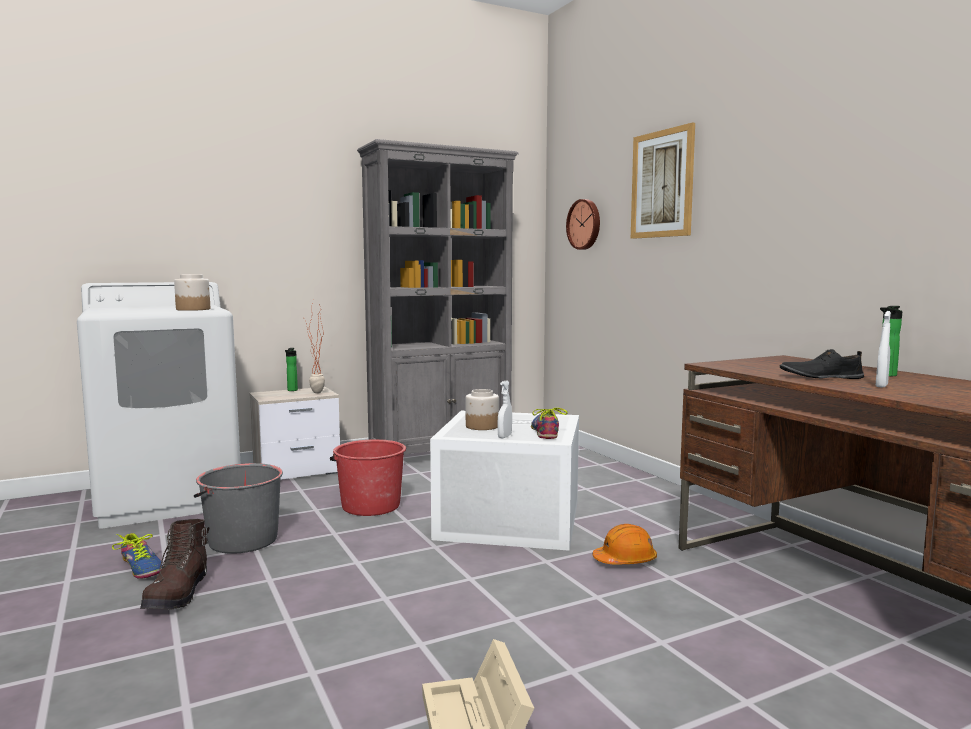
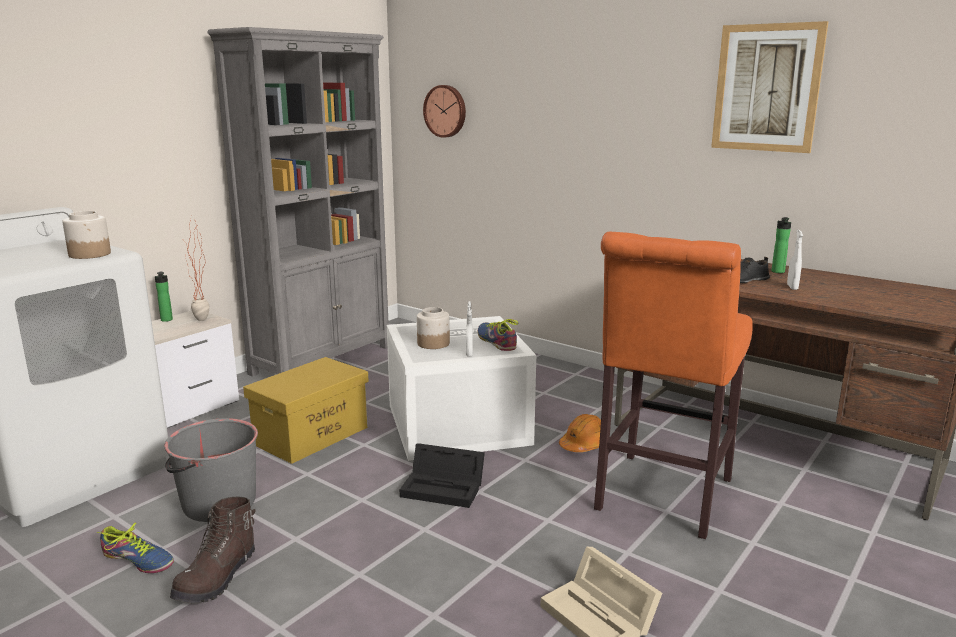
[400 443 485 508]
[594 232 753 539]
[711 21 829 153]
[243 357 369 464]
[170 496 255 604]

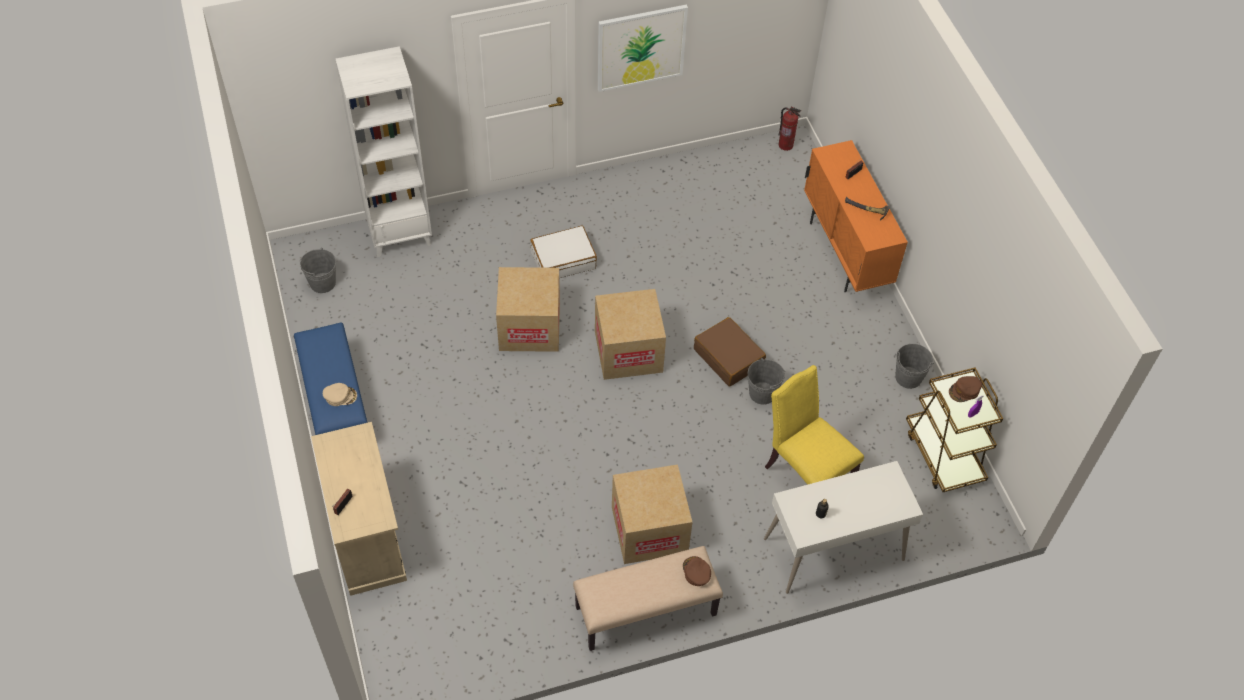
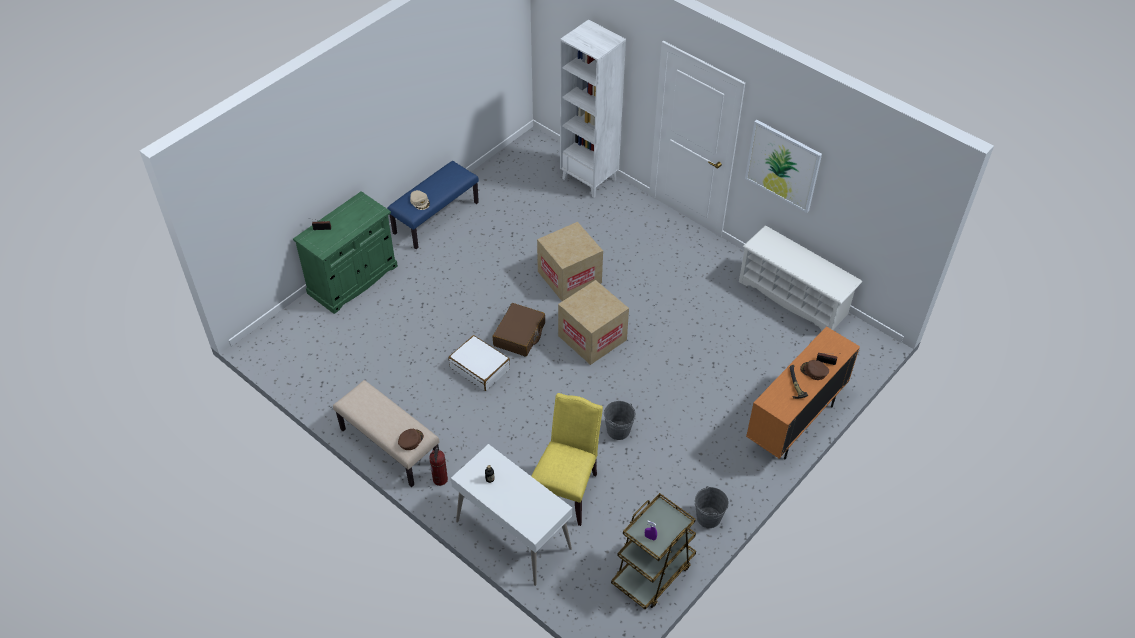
[300 248 336 293] (first image)
[612 464 693 564] (first image)
[739 226 862 331]
[449 335 510 391]
[493 303 545 357]
[429 445 448 486]
[800 360 829 380]
[293 191 398 314]

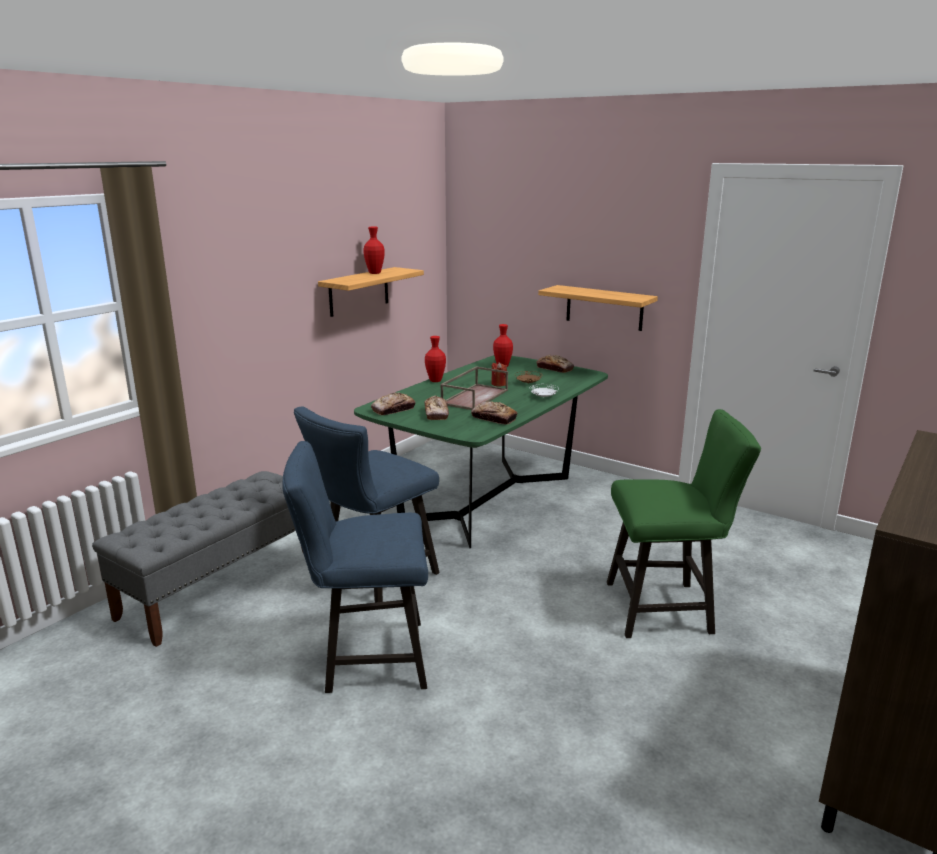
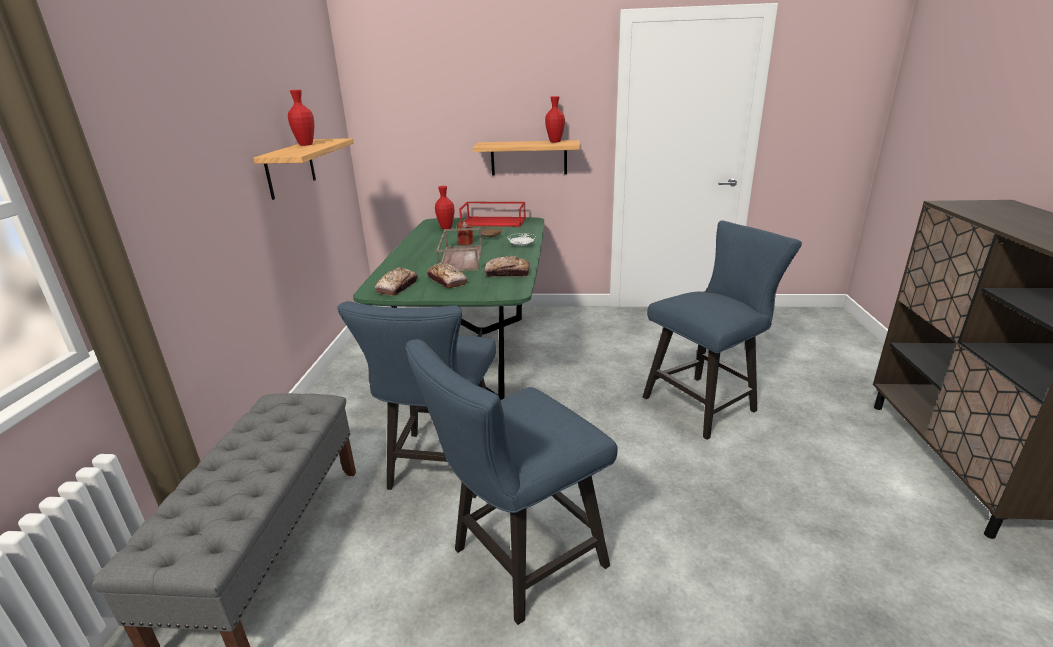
[545 96 565 143]
[459 202 526 227]
[643 221 802 440]

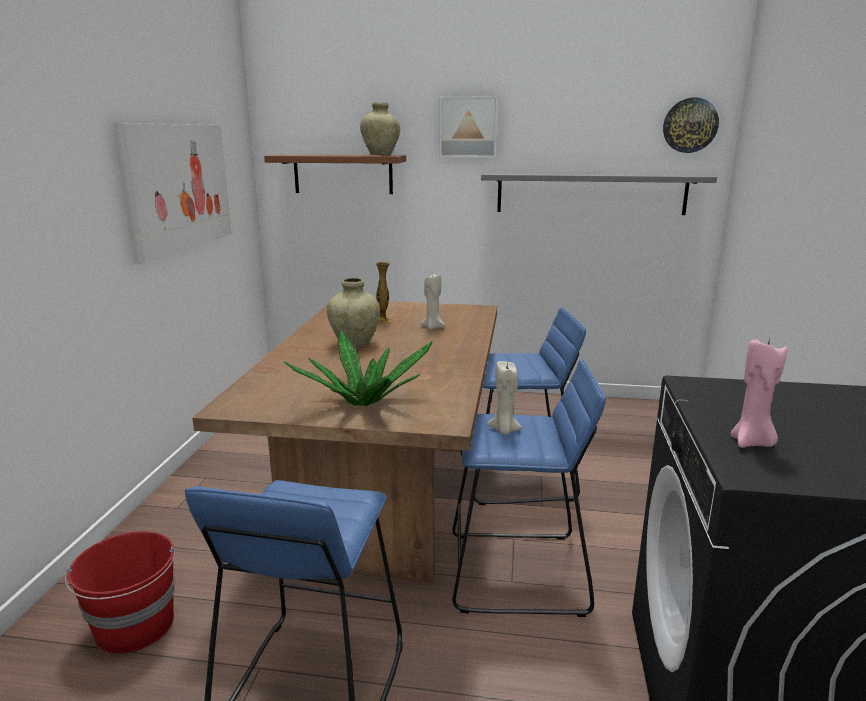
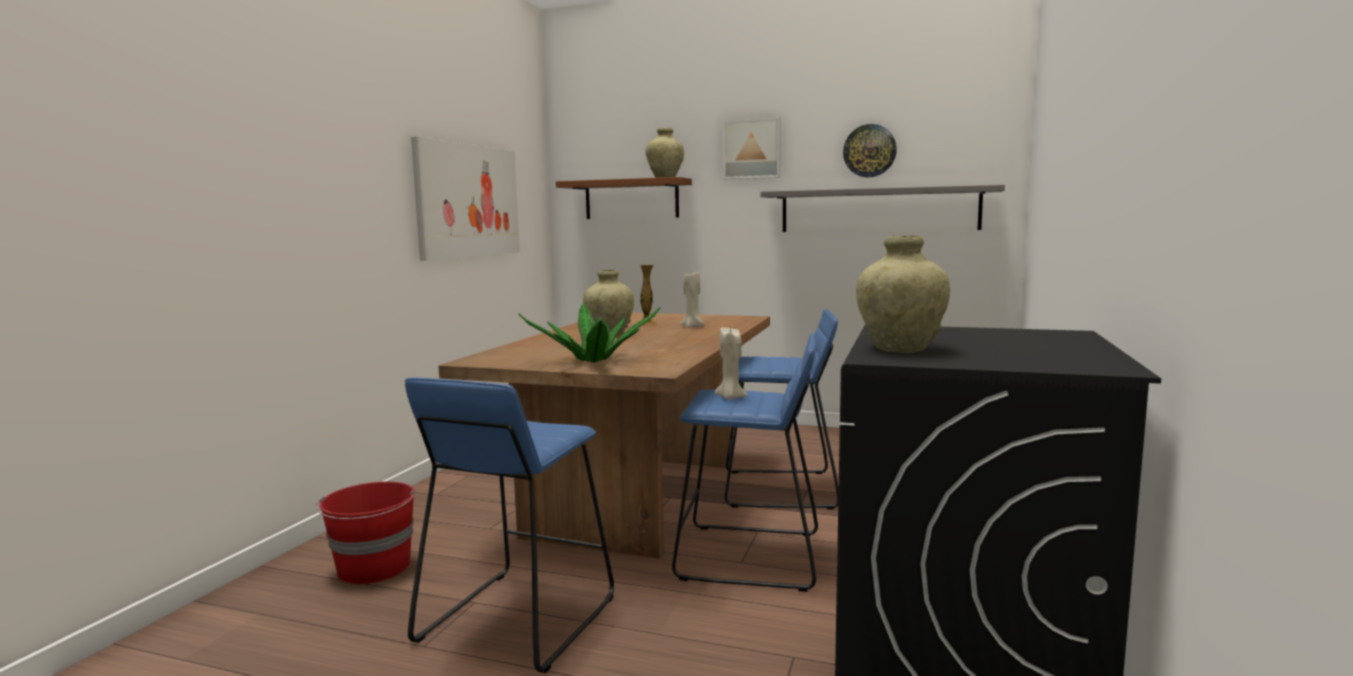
[843 124 897 177]
[856 235 950 353]

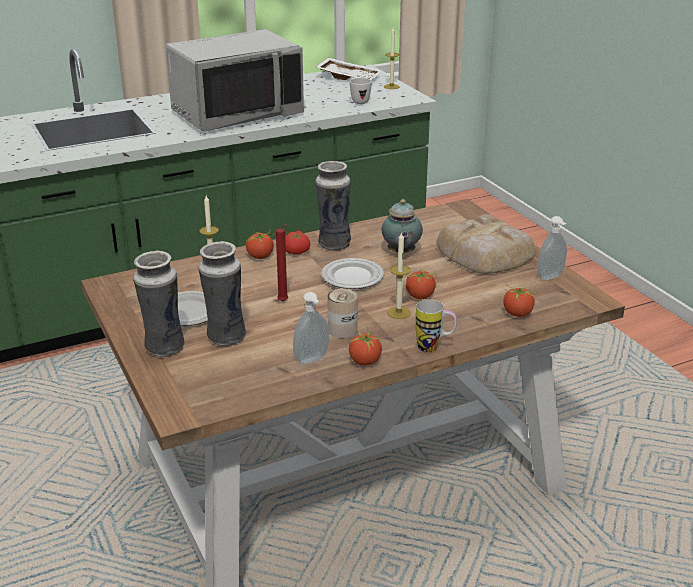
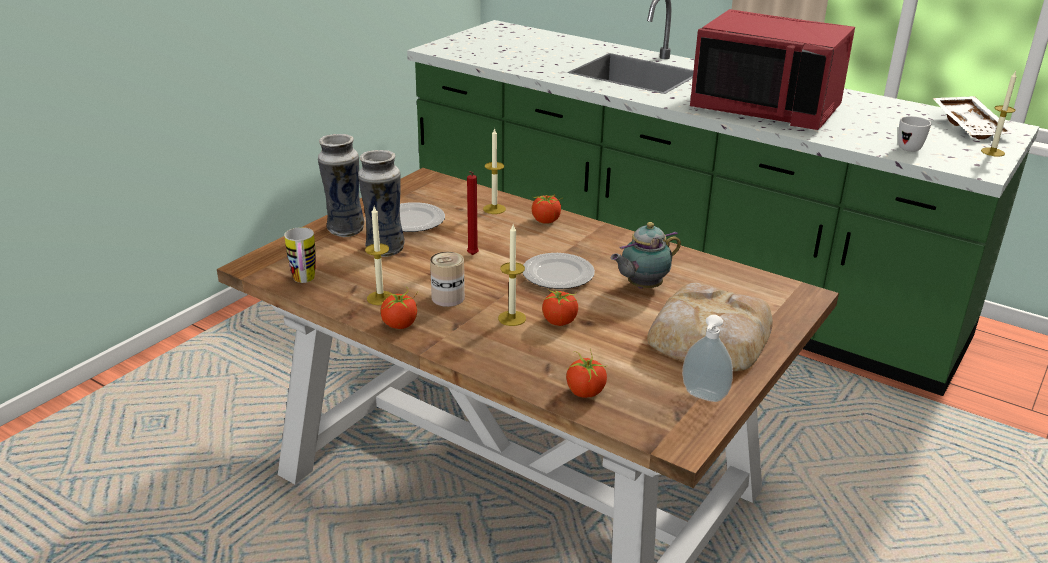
[285 230 310 255] (first image)
[315 161 351 251] (first image)
[284 227 316 283]
[365 206 392 305]
[690 9 855 130]

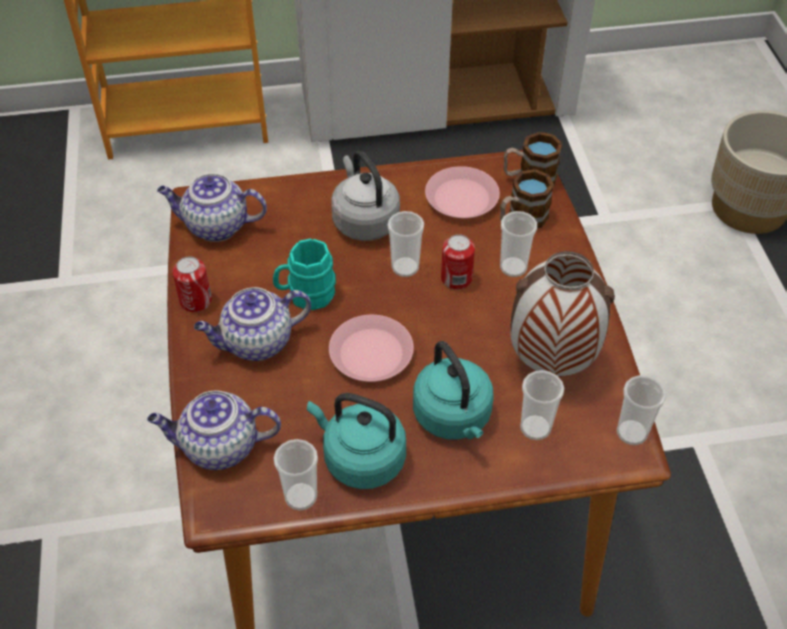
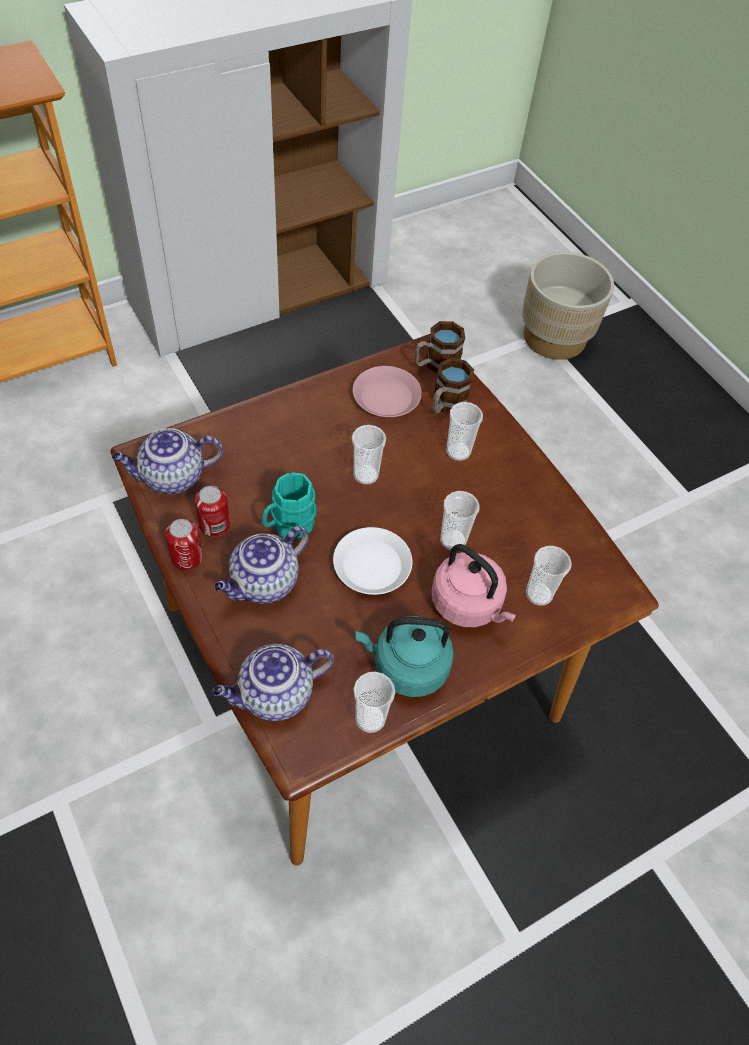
[331 151 400 241] (first image)
[510 251 615 377] (first image)
[195 486 230 537]
[440 491 480 550]
[333 527 412 595]
[431 544 516 627]

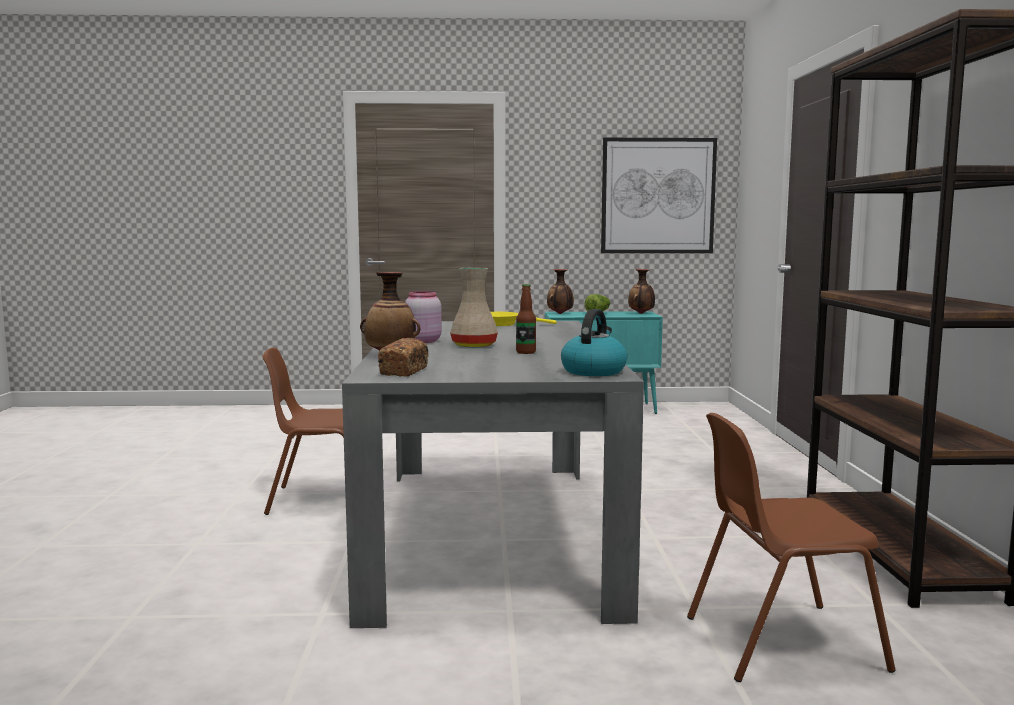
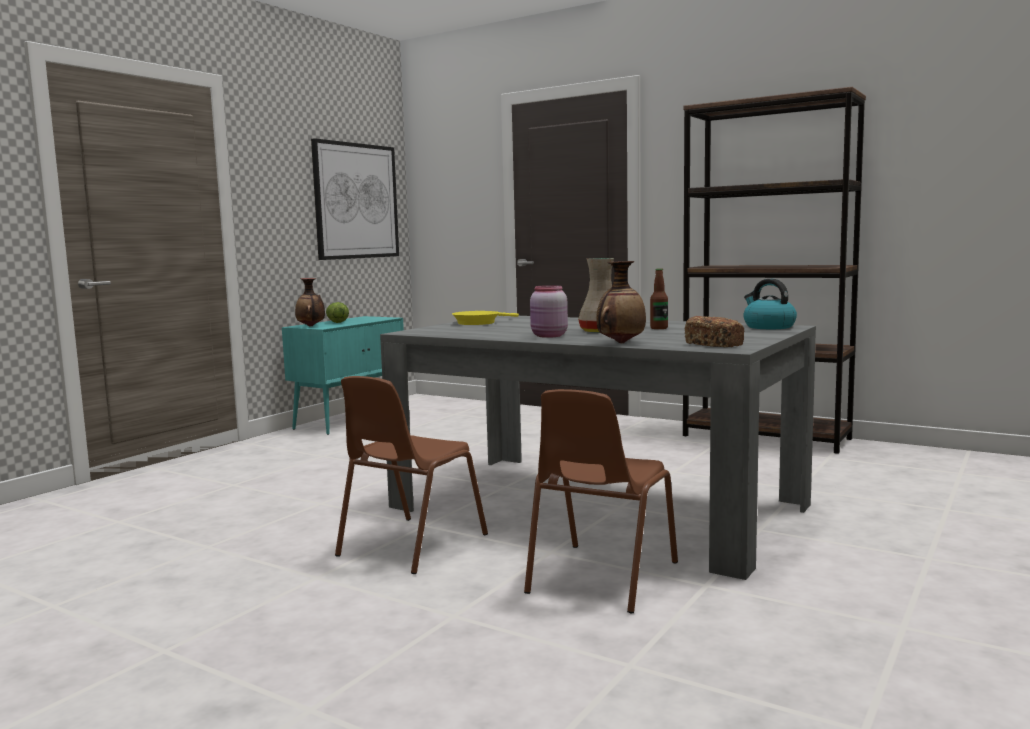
[628 269 655 314] (first image)
[524 389 678 613]

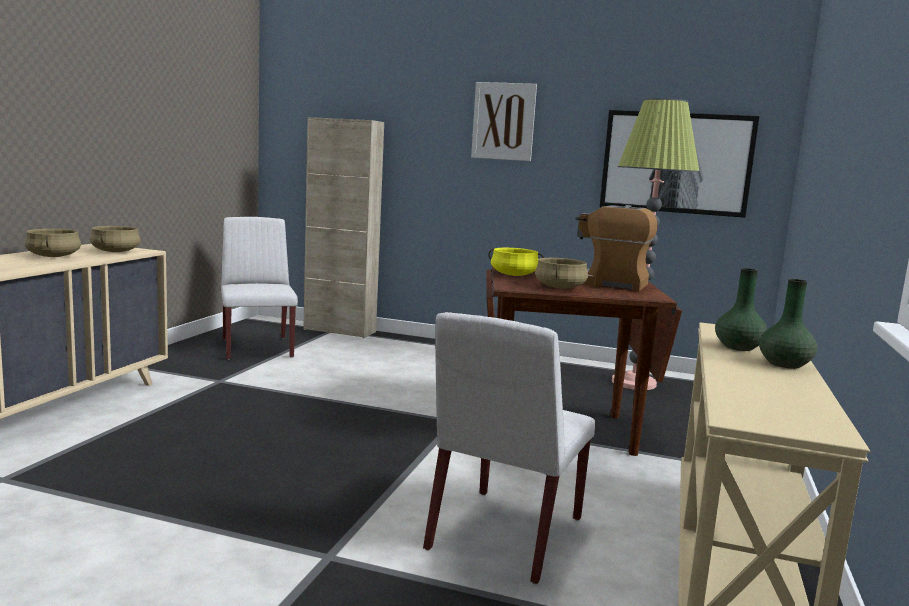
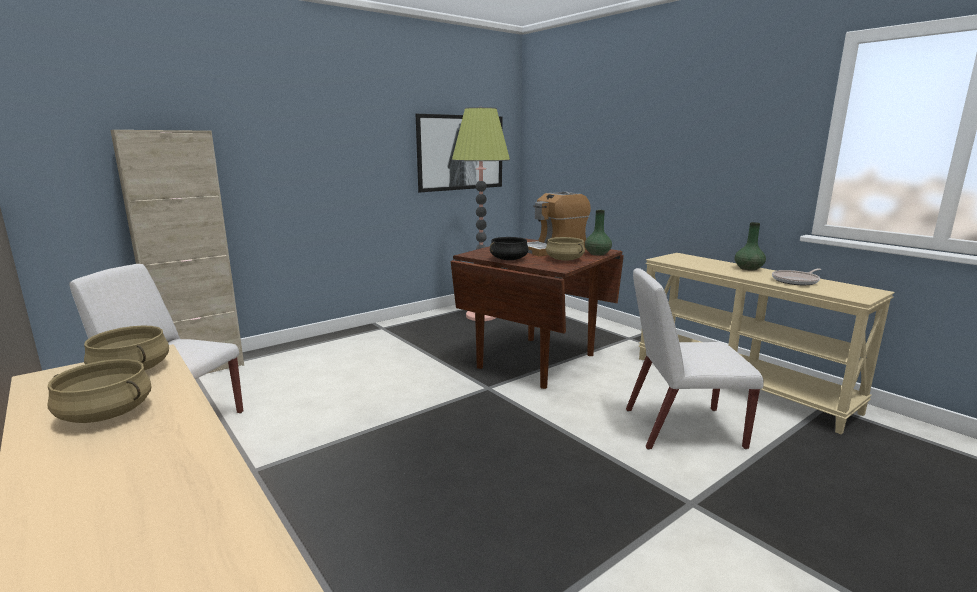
[471 82 537 161] (first image)
[772 268 821 285]
[585 210 612 255]
[490 237 528 260]
[626 268 764 450]

